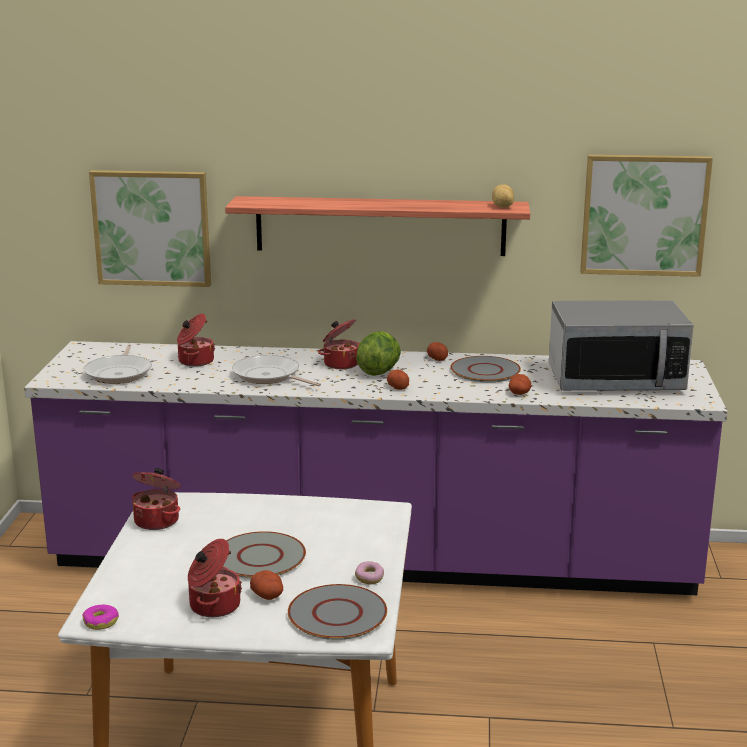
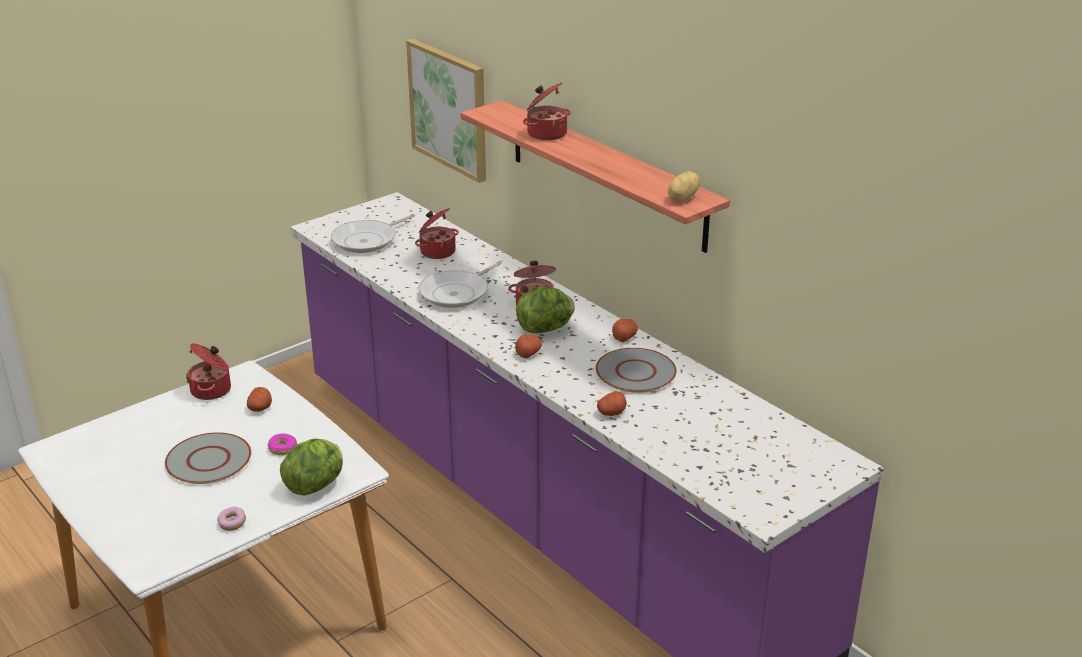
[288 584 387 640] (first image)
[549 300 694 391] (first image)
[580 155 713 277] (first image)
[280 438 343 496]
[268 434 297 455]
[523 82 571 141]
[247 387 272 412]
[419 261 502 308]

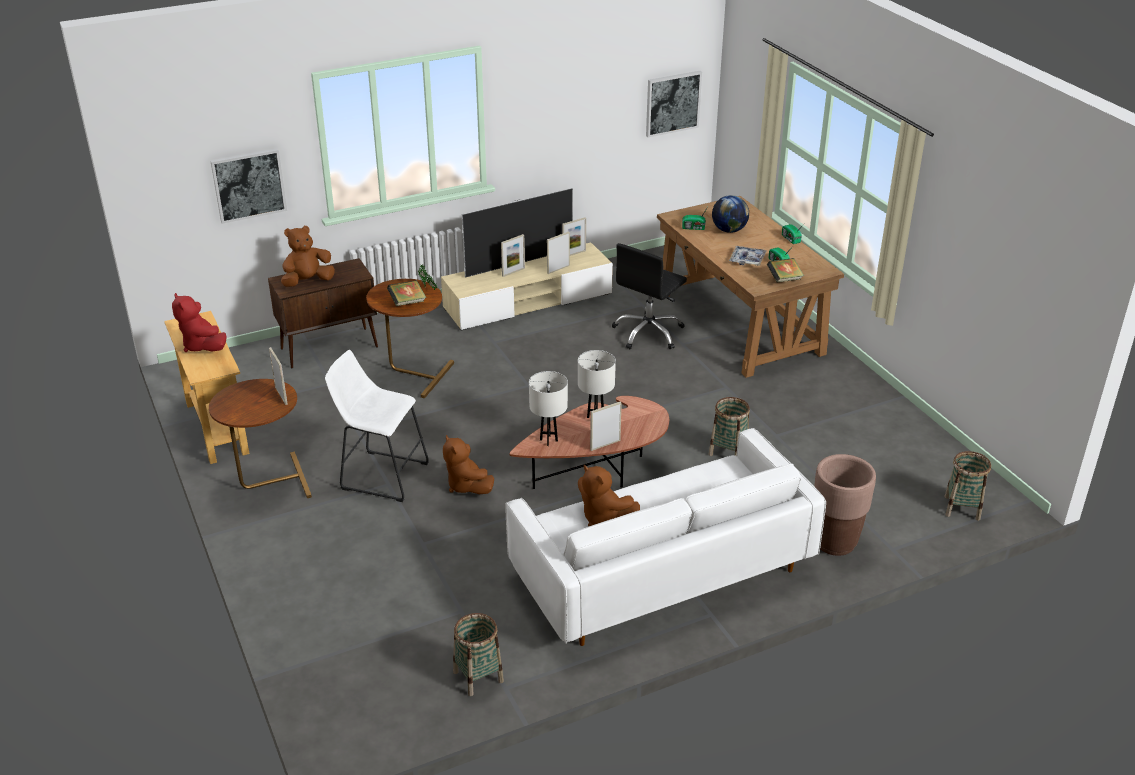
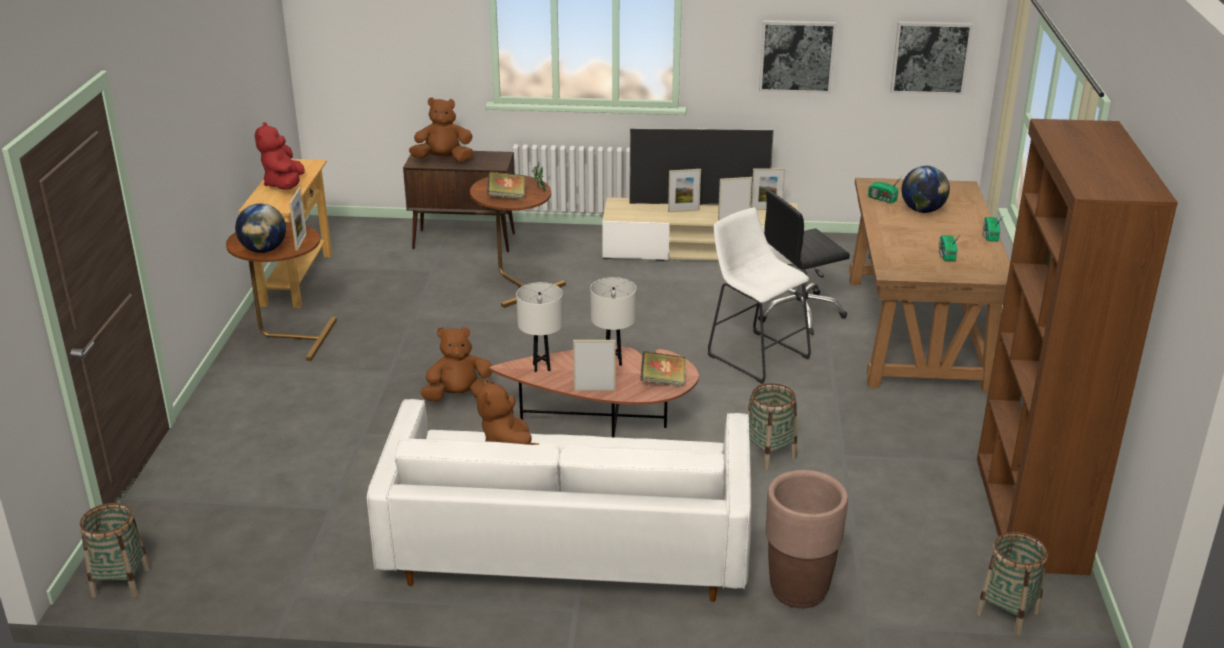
[729 246 766 266] (first image)
[235 203 286 253]
[977 119 1178 576]
[759 20 837 93]
[708 207 811 384]
[79 503 151 598]
[640 351 686 387]
[421 327 494 402]

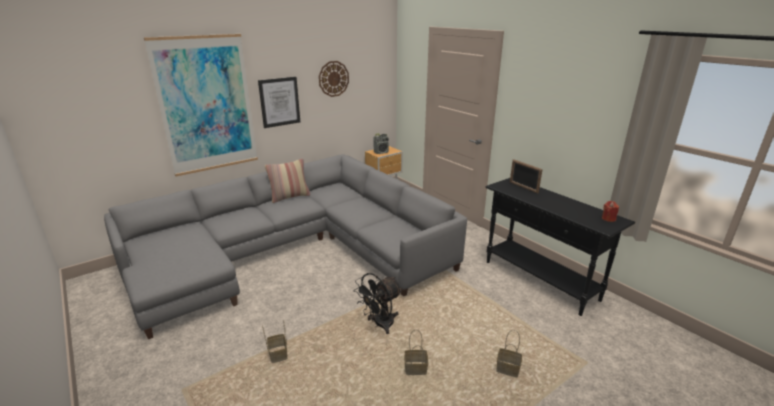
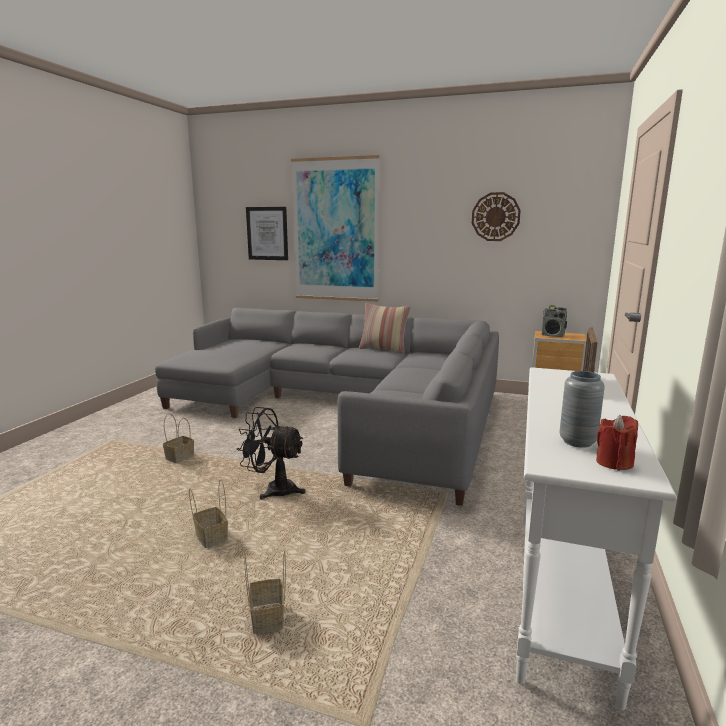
[559 371 605 448]
[246 207 288 260]
[516 367 677 711]

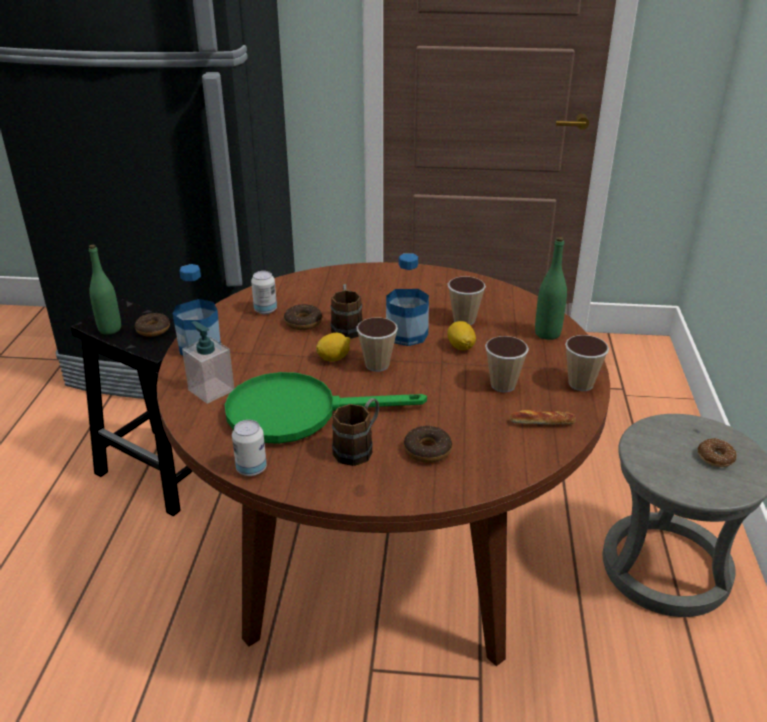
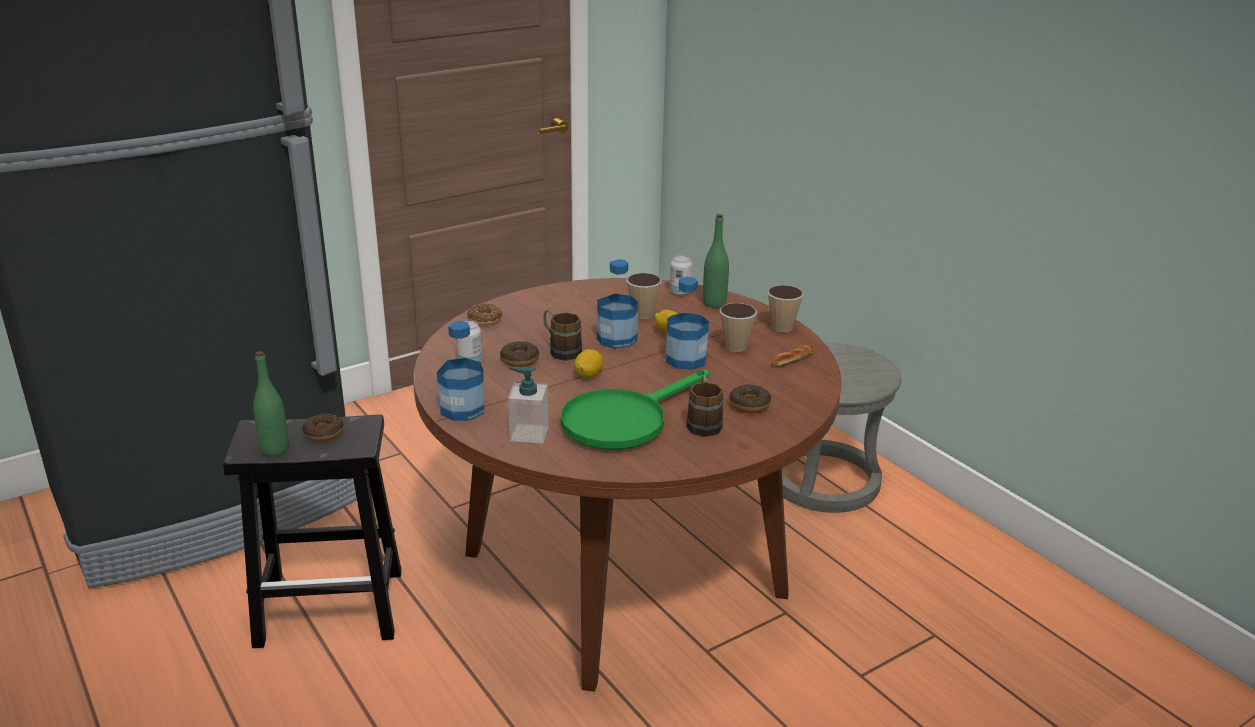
[357 317 398 372] (first image)
[666 277 709 370]
[670 255 692 296]
[467 303 502 325]

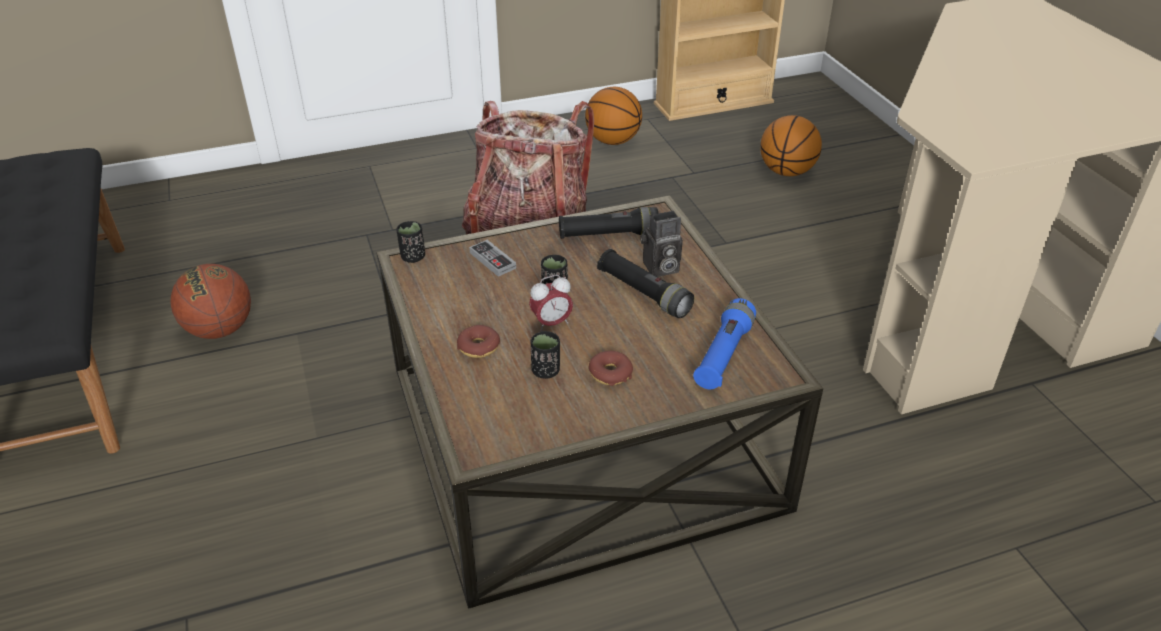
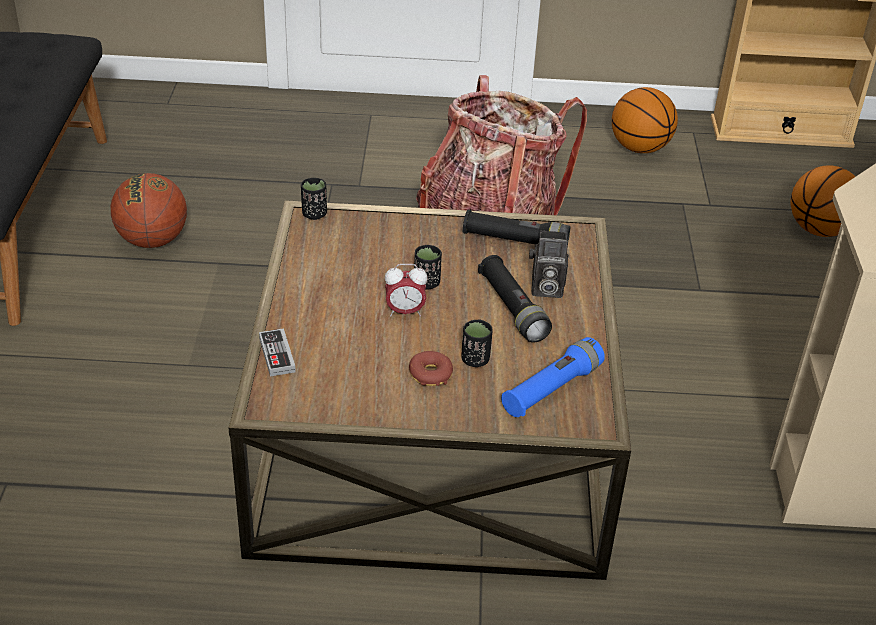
[457 325 500 358] (first image)
[259 328 296 377]
[461 319 492 367]

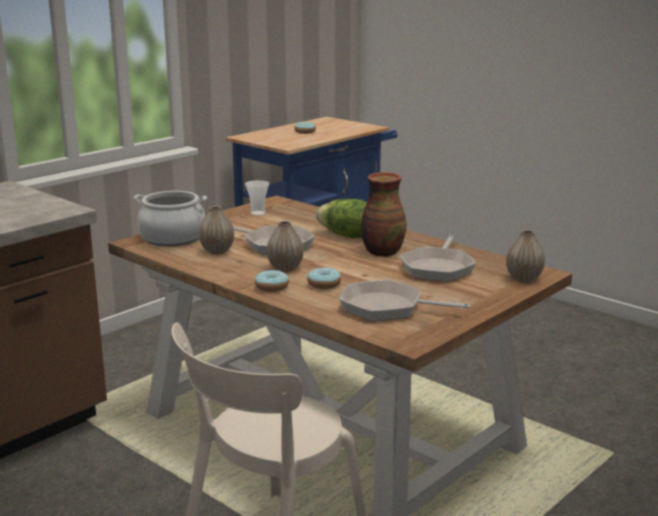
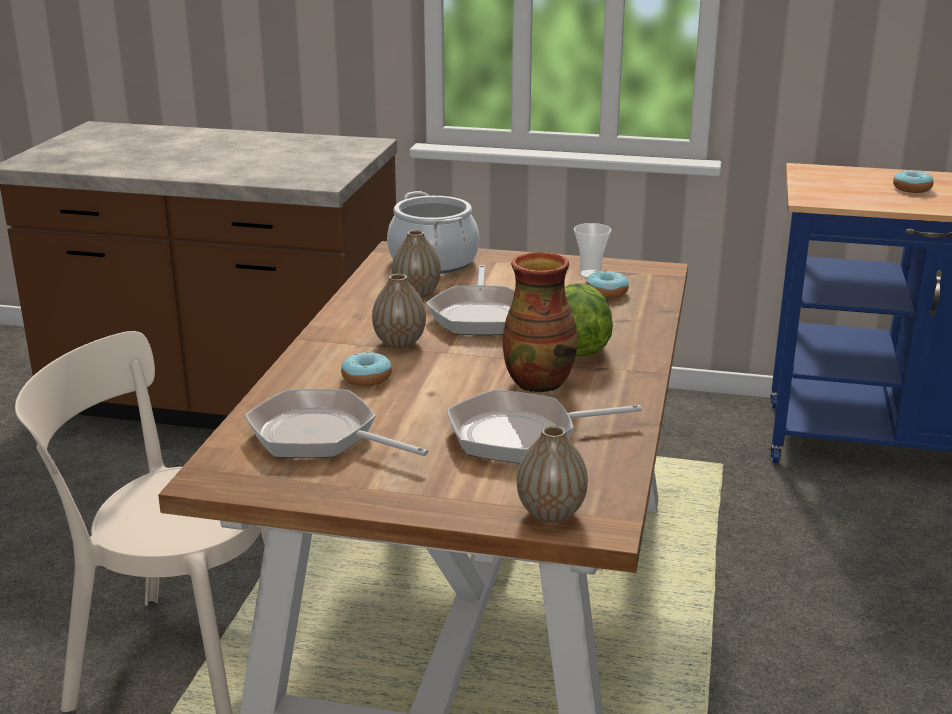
[586 270 629 298]
[245 389 428 458]

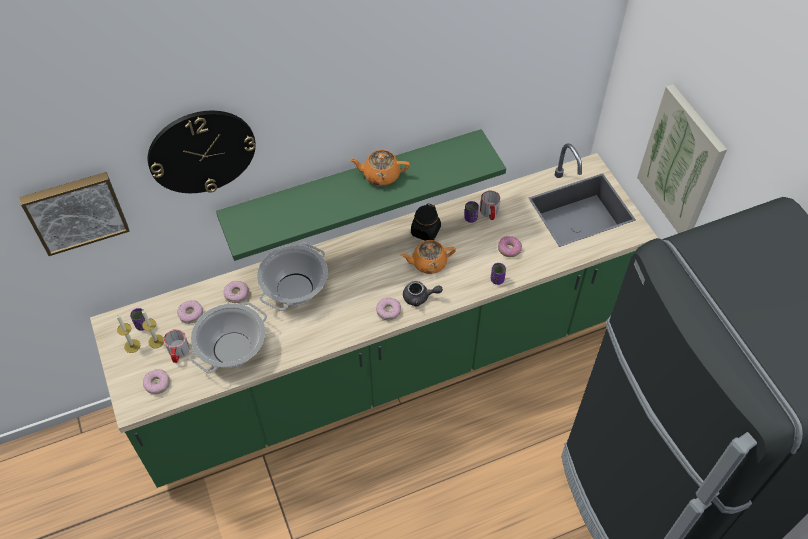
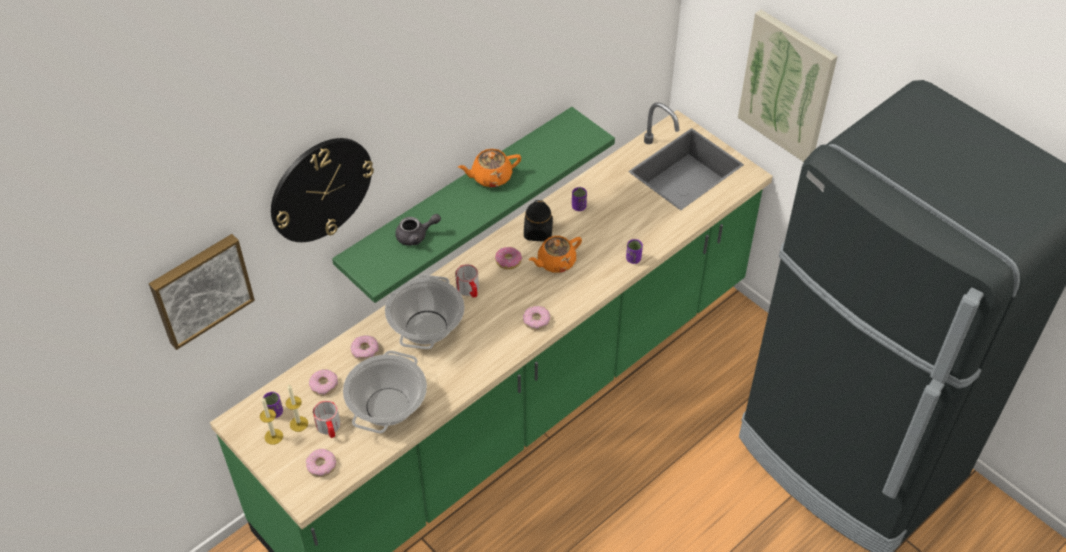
[395 214 441 246]
[455 264 479 298]
[495 247 522 270]

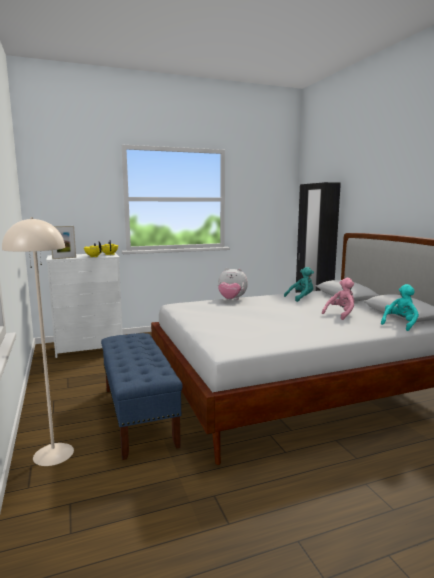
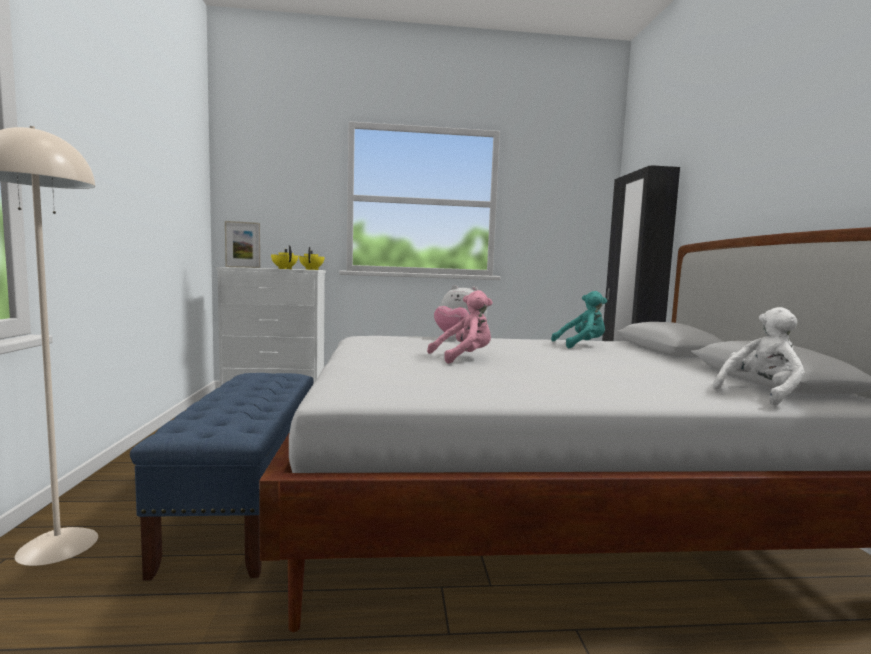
[427 290 493 364]
[713 307 805 405]

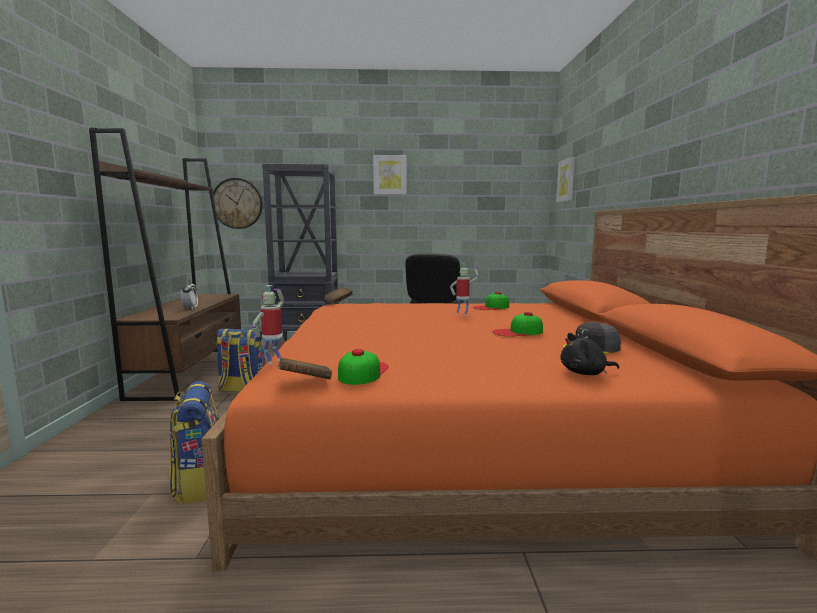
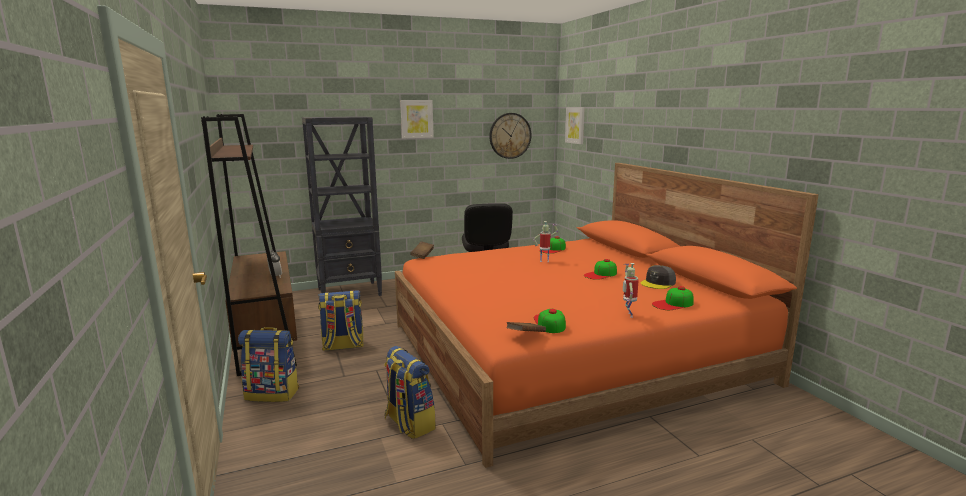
[238 327 299 402]
[489 113 531 159]
[623 263 639 318]
[652 286 694 310]

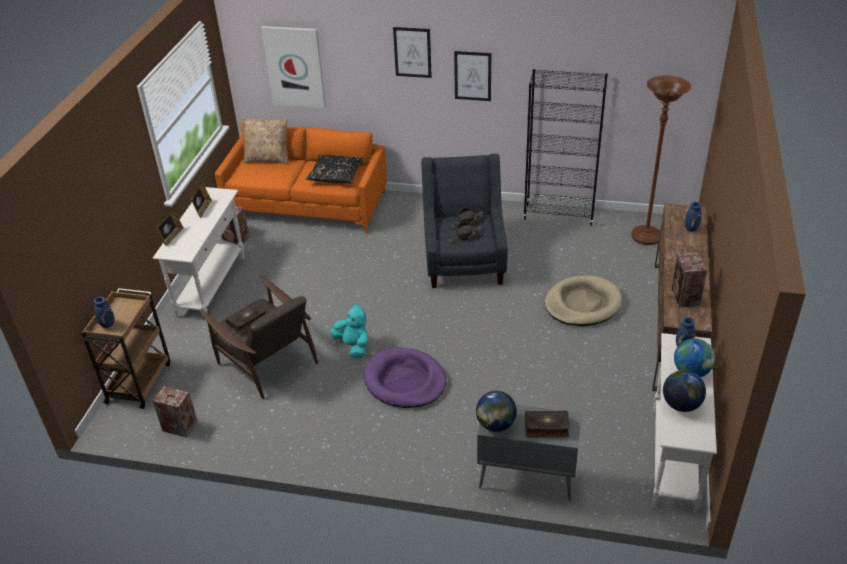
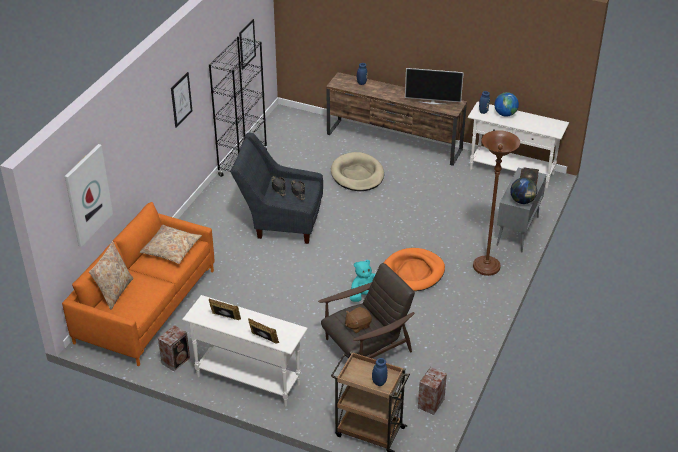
[663 370 706 412] (first image)
[239 19 256 70]
[473 130 520 276]
[345 307 372 333]
[405 68 464 104]
[140 225 202 264]
[384 248 445 291]

